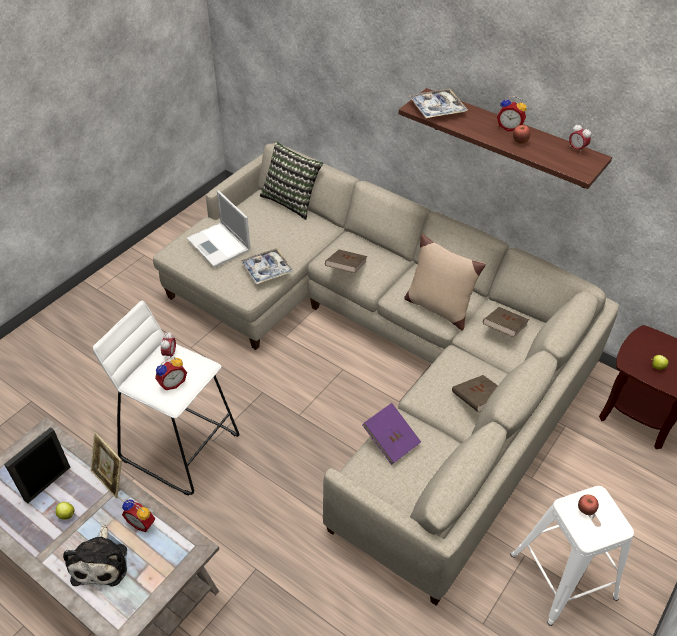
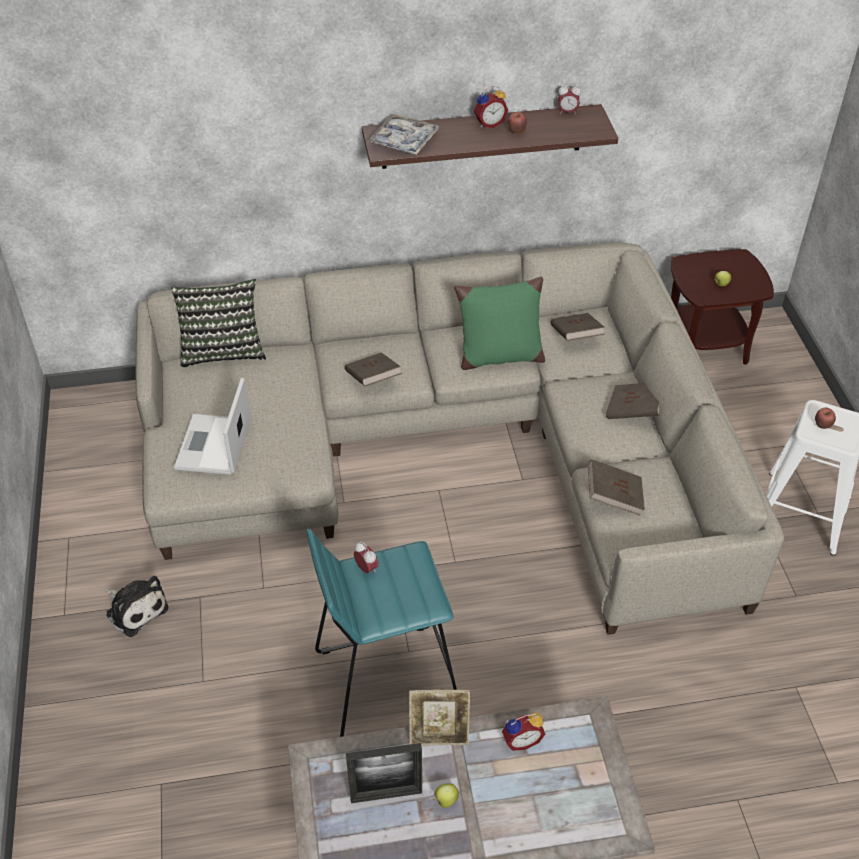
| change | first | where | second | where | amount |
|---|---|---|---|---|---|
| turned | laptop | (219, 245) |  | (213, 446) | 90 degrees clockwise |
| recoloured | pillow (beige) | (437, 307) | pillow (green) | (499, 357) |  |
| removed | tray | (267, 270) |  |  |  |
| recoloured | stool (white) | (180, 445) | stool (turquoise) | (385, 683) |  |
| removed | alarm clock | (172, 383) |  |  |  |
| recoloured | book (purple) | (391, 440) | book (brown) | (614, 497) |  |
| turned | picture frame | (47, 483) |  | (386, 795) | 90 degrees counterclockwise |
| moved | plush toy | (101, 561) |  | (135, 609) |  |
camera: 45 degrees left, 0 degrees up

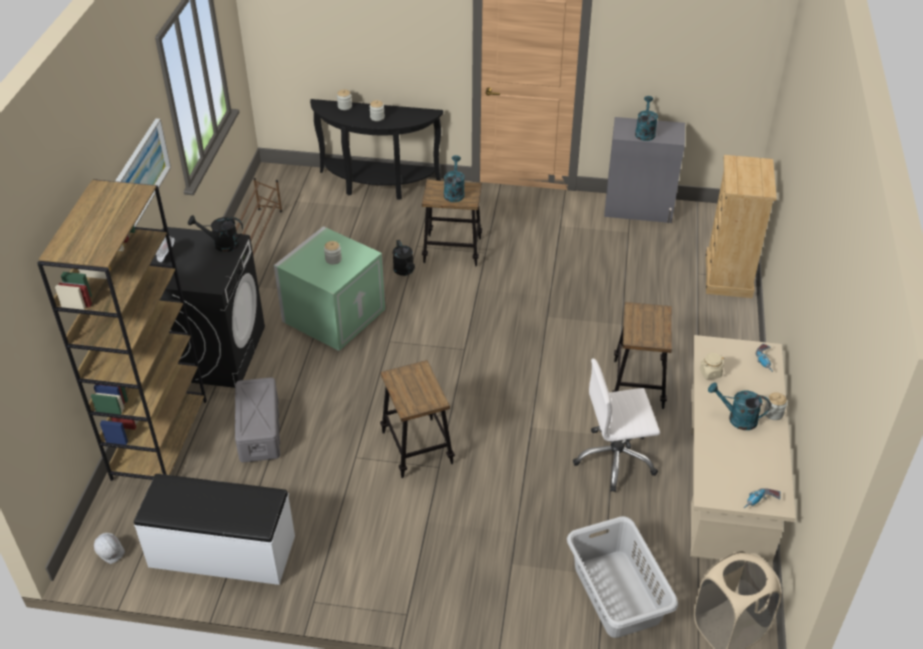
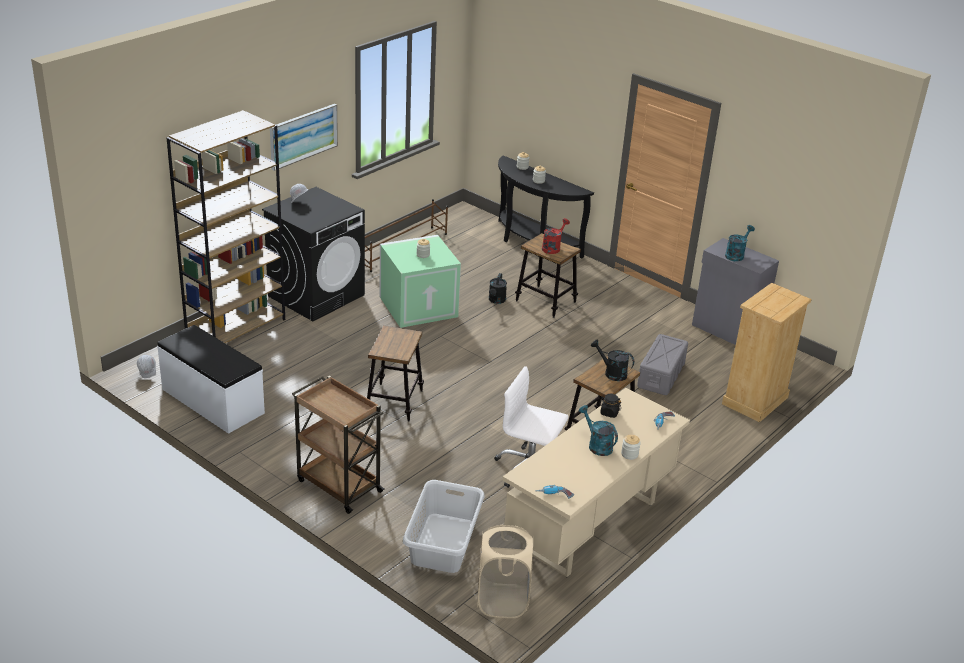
| change | first | where | second | where | amount |
|---|---|---|---|---|---|
| recoloured | watering can (turquoise) | (454, 192) | watering can (red) | (553, 247) |  |
| moved | watering can (black) | (221, 244) |  | (611, 373) |  |
| recoloured | jar (beige) | (710, 373) | jar (black) | (609, 413) |  |
| moved | storage box (grey) | (259, 431) |  | (661, 375) |  |
| added |  |  | cart (brown) | (338, 485) |  |
camera: 30 degrees right, 10 degrees down

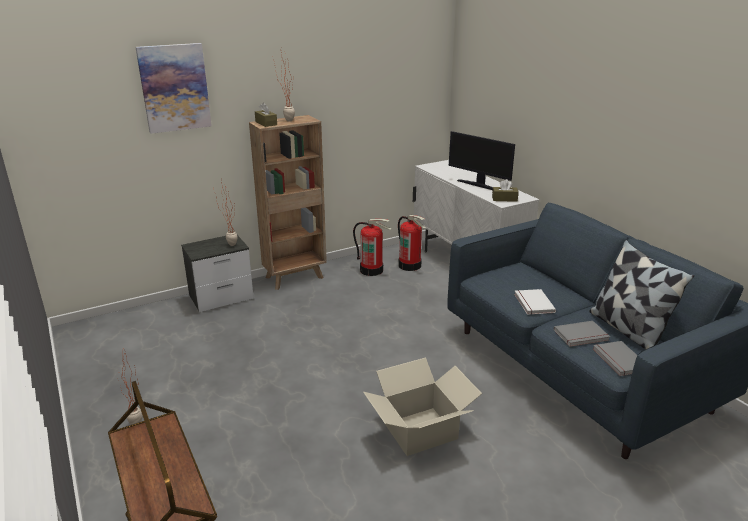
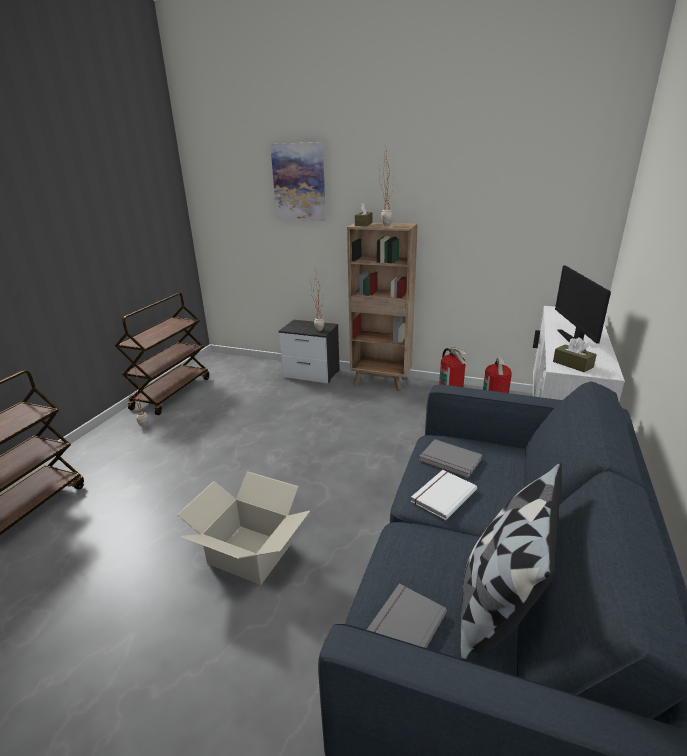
| change | first | where | second | where | amount |
|---|---|---|---|---|---|
| moved | book (grey) | (582, 336) |  | (449, 461) |  |
| added |  |  | cart (brown) | (171, 392) |  |
camera: 50 degrees right, 0 degrees up

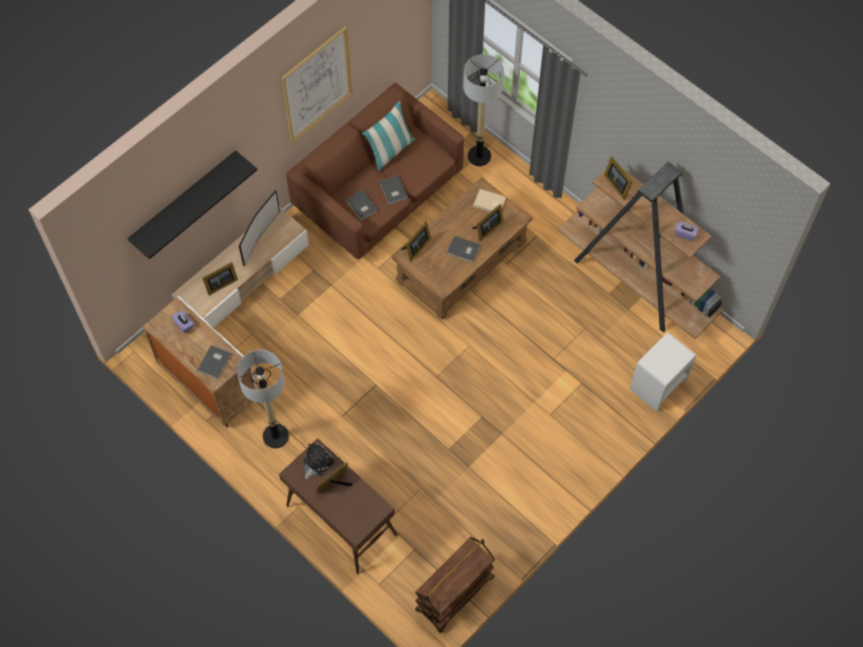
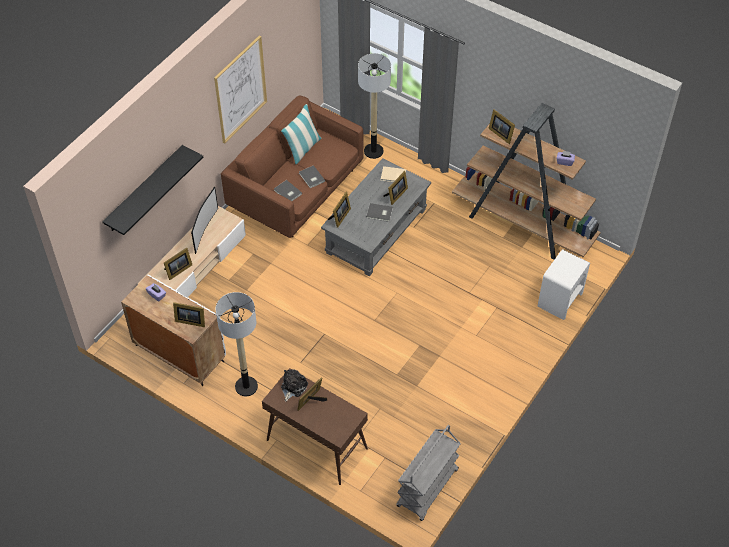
| change | first | where | second | where | amount |
|---|---|---|---|---|---|
| recoloured | coffee table (brown) | (462, 262) | coffee table (grey) | (376, 231) |  |
| replaced | book (grey) | (215, 362) | picture frame | (190, 320) |  |
| recoloured | cart (brown) | (454, 595) | cart (grey) | (427, 489) |  |
camera: 10 degrees left, 10 degrees down

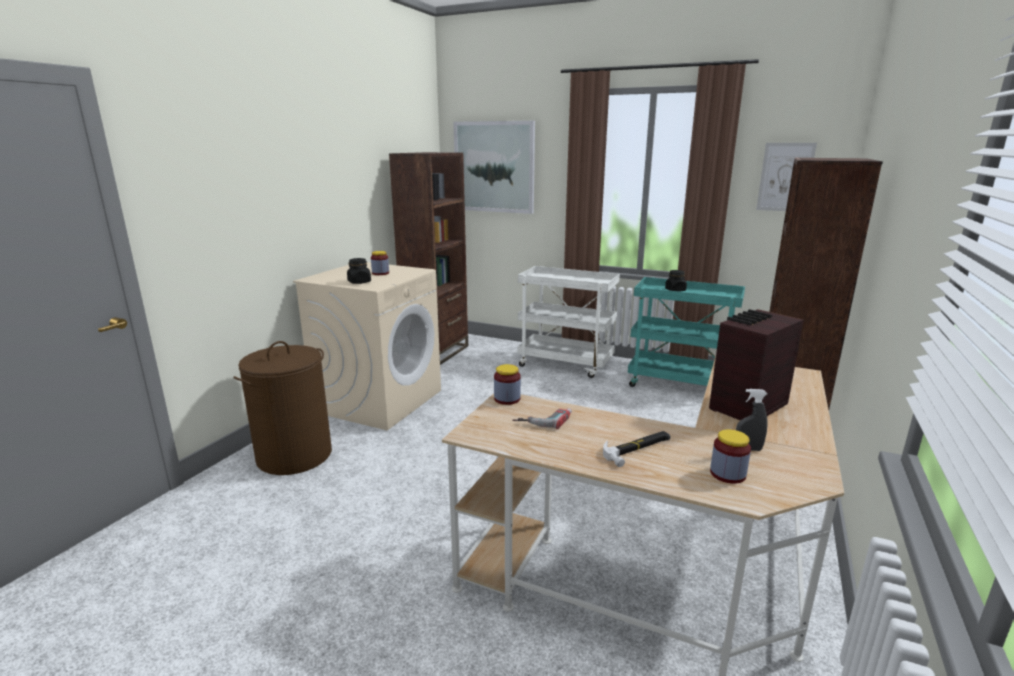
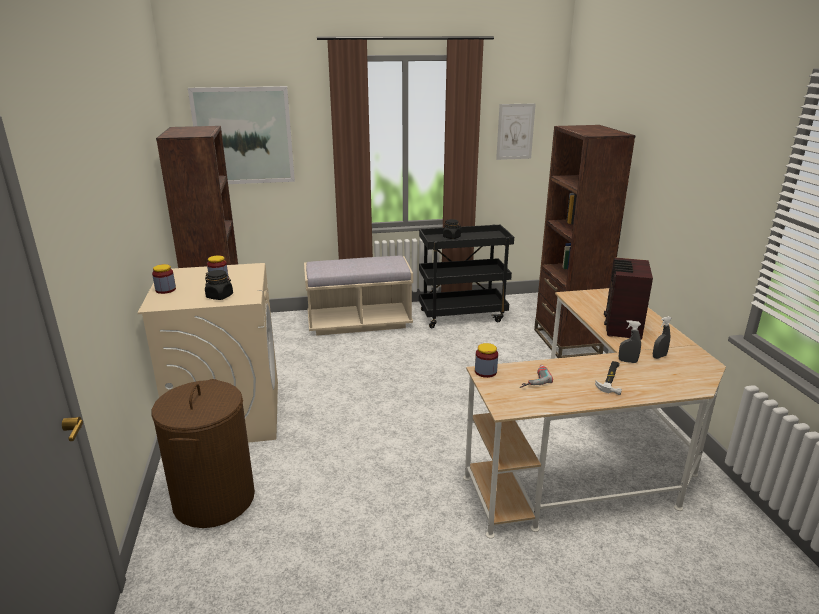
| change | first | where | second | where | amount |
|---|---|---|---|---|---|
| replaced | cart (white) | (566, 364) | bench (beige) | (359, 322) |  |
| recoloured | cart (turquoise) | (679, 384) | cart (black) | (462, 315) |  |
| moved | jar | (727, 474) |  | (165, 290) |  |
| added |  |  | spray bottle (grey) | (627, 361) |  |
camera: 35 degrees left, 5 degrees up

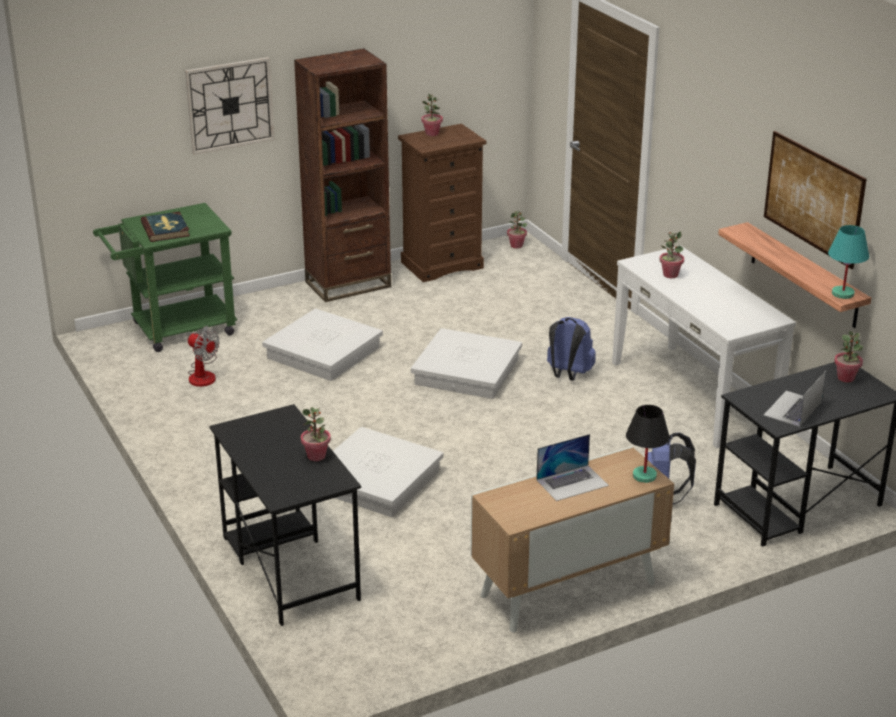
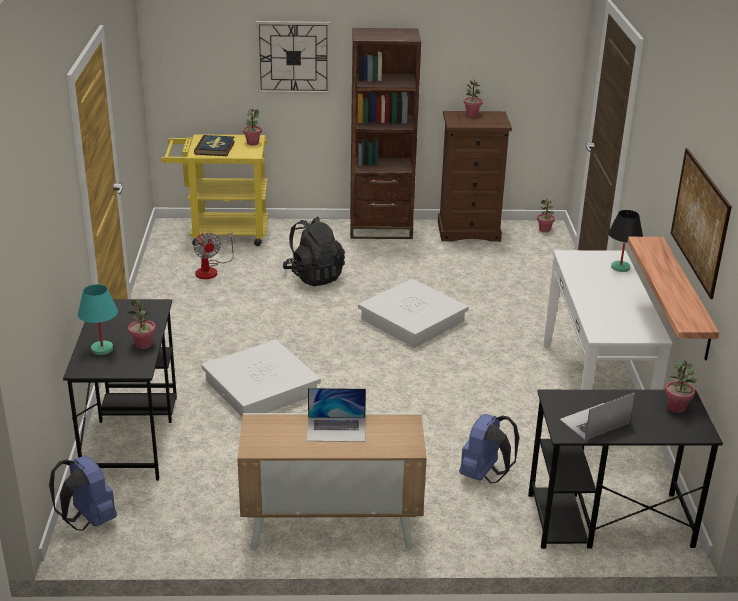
| change | first | where | second | where | amount |
|---|---|---|---|---|---|
| recoloured | cart (green) | (174, 330) | cart (yellow) | (221, 233) |  |
| moved | table lamp (turquoise) | (842, 294) |  | (101, 349) |  |
| moved | potted plant | (670, 275) |  | (252, 143) |  |
| replaced | storage box (white) | (324, 352) | backpack (black) | (314, 276) |  |
| moved | backpack (blue) | (568, 374) |  | (88, 520) |  |
| moved | table lamp (black) | (645, 476) |  | (620, 268) |  |
camera: 25 degrees right, 0 degrees up

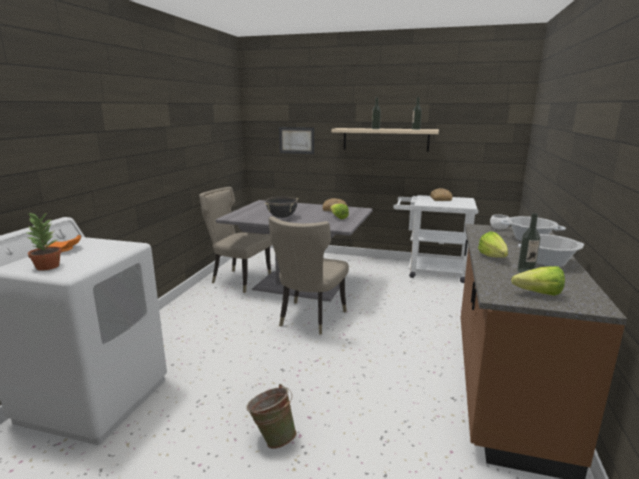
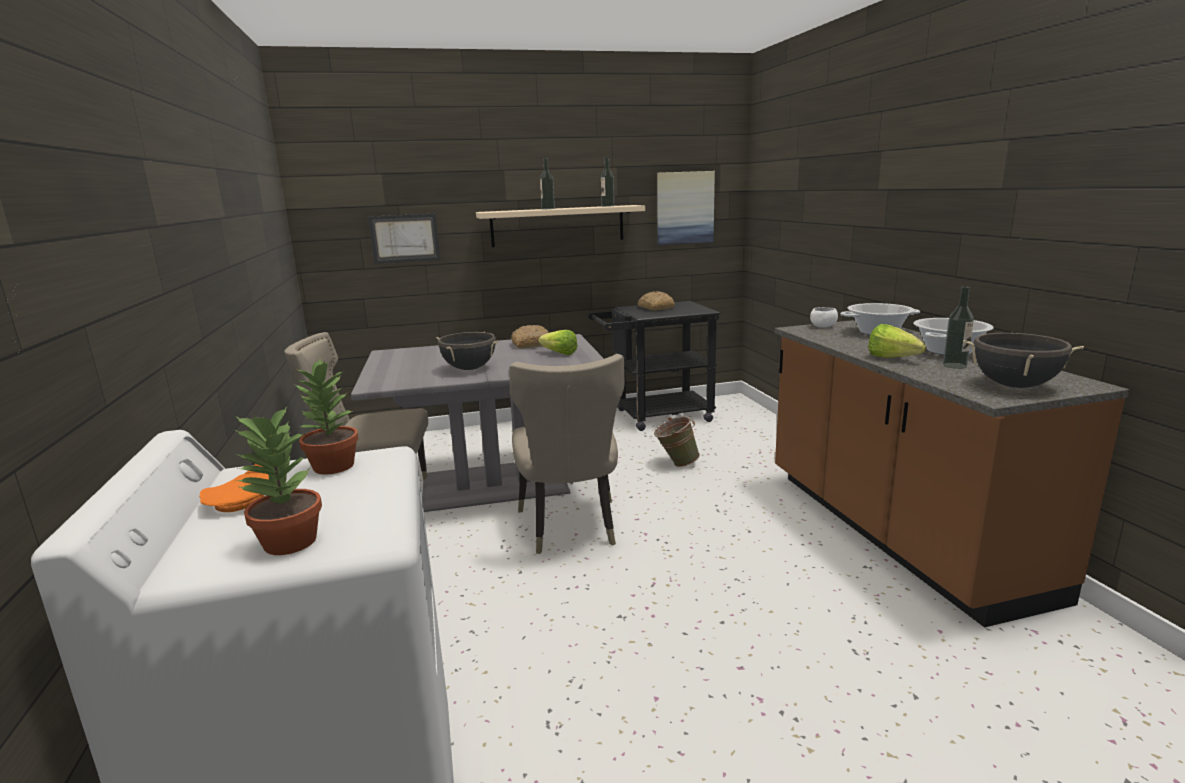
| change | first | where | second | where | amount |
|---|---|---|---|---|---|
| recoloured | cart (white) | (431, 271) | cart (black) | (655, 416) |  |
| replaced | lettuce | (534, 293) | cooking pot (black) | (1014, 386) |  |
| moved | bucket (green) | (272, 438) |  | (676, 464) |  |
| added |  |  | picture | (684, 208) |  |
| added |  |  | potted plant | (333, 467) |  |
camera: 30 degrees left, 0 degrees up

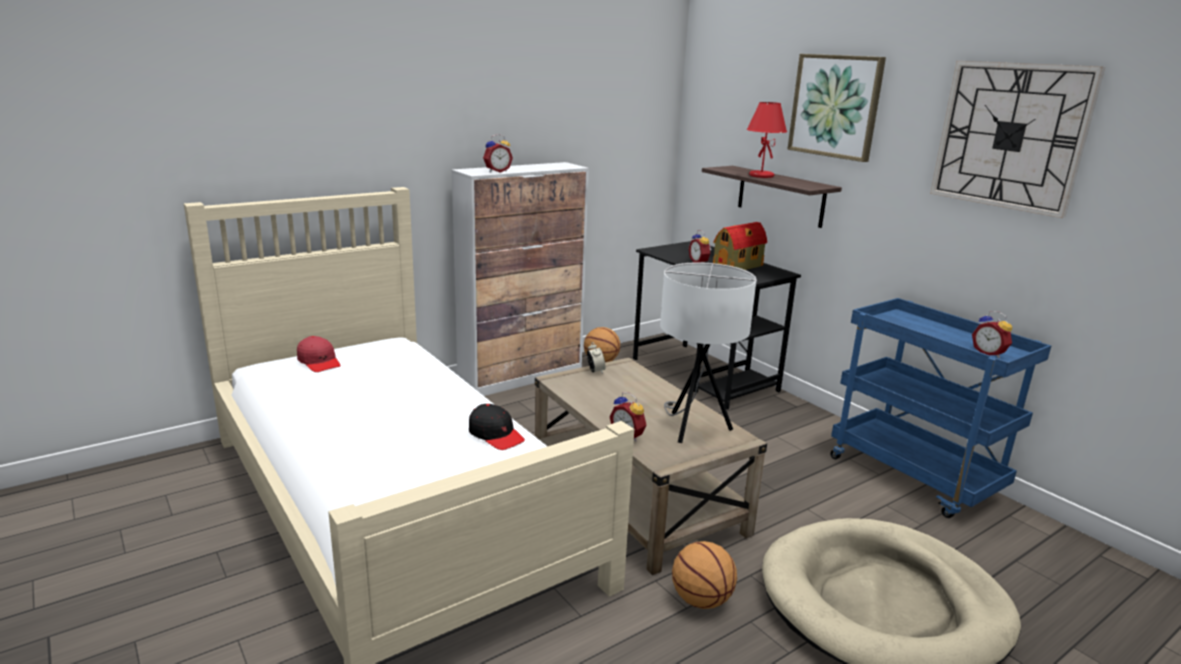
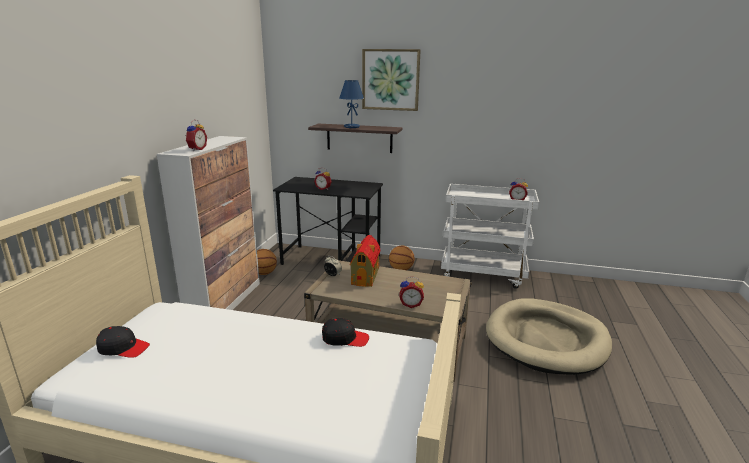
| change | first | where | second | where | amount |
|---|---|---|---|---|---|
| removed | wall clock | (1010, 136) |  |  |  |
| recoloured | table lamp (red) | (760, 176) | table lamp (blue) | (351, 127) |  |
| moved | toy house | (738, 266) |  | (365, 275) |  |
| removed | table lamp (white) | (692, 427) |  |  |  |
| recoloured | cart (blue) | (915, 477) | cart (white) | (483, 275) |  |
| recoloured | cap (red) | (319, 362) | cap (black) | (123, 348) |  |
| moved | basketball | (702, 600) |  | (401, 269) |  |
camera: 40 degrees left, 0 degrees up

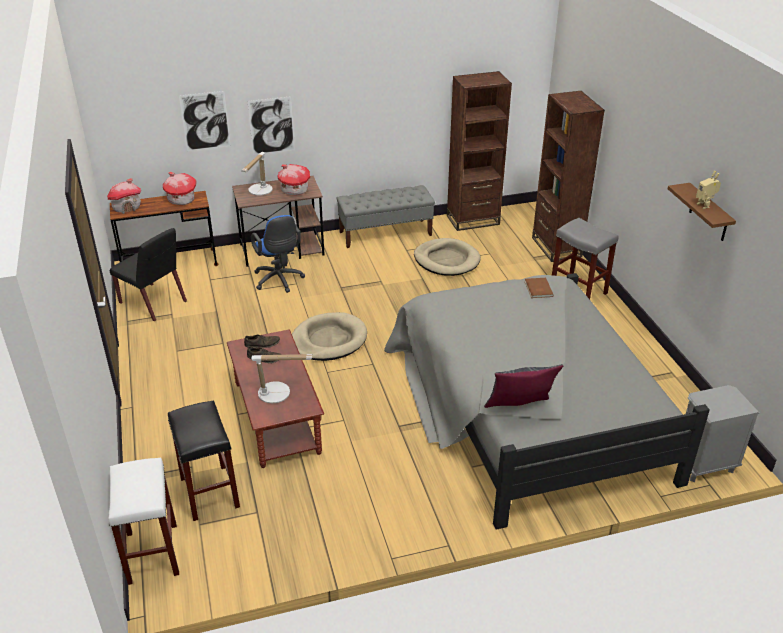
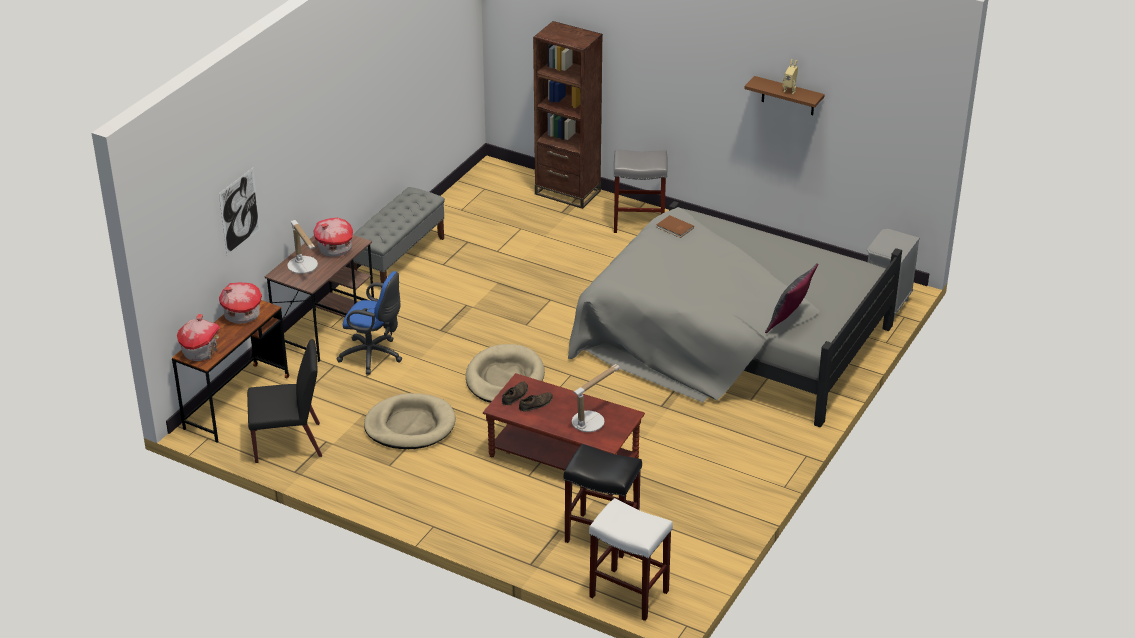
| change | first | where | second | where | amount |
|---|---|---|---|---|---|
| removed | bookcase (brown) | (473, 220) |  |  |  |
| removed | picture | (271, 126) |  |  |  |
| moved | dog bed (beige) | (446, 260) |  | (410, 425) |  |
camera: 45 degrees left, 0 degrees up

